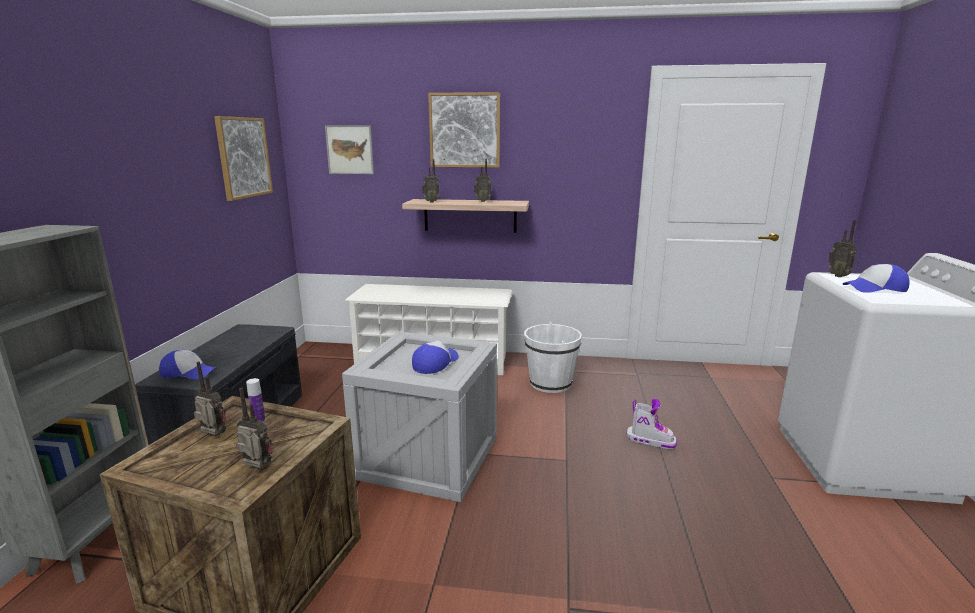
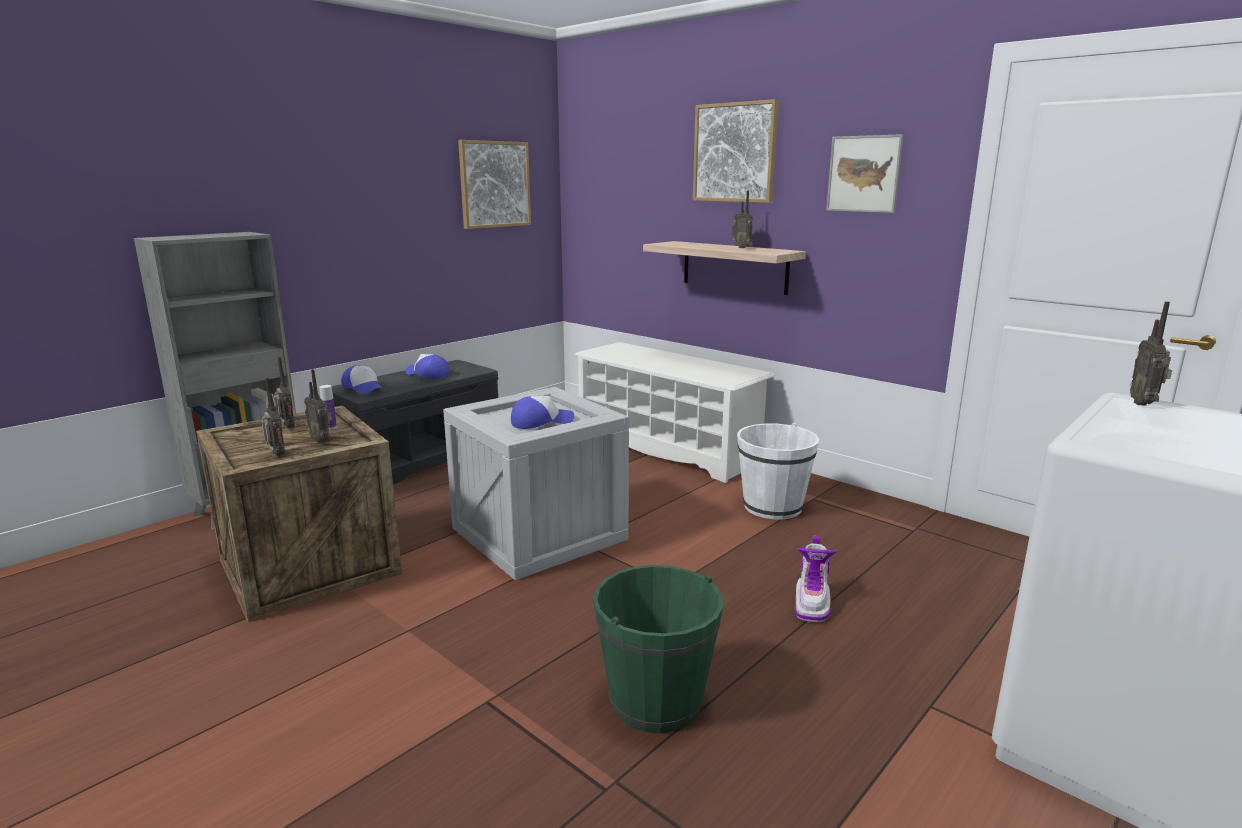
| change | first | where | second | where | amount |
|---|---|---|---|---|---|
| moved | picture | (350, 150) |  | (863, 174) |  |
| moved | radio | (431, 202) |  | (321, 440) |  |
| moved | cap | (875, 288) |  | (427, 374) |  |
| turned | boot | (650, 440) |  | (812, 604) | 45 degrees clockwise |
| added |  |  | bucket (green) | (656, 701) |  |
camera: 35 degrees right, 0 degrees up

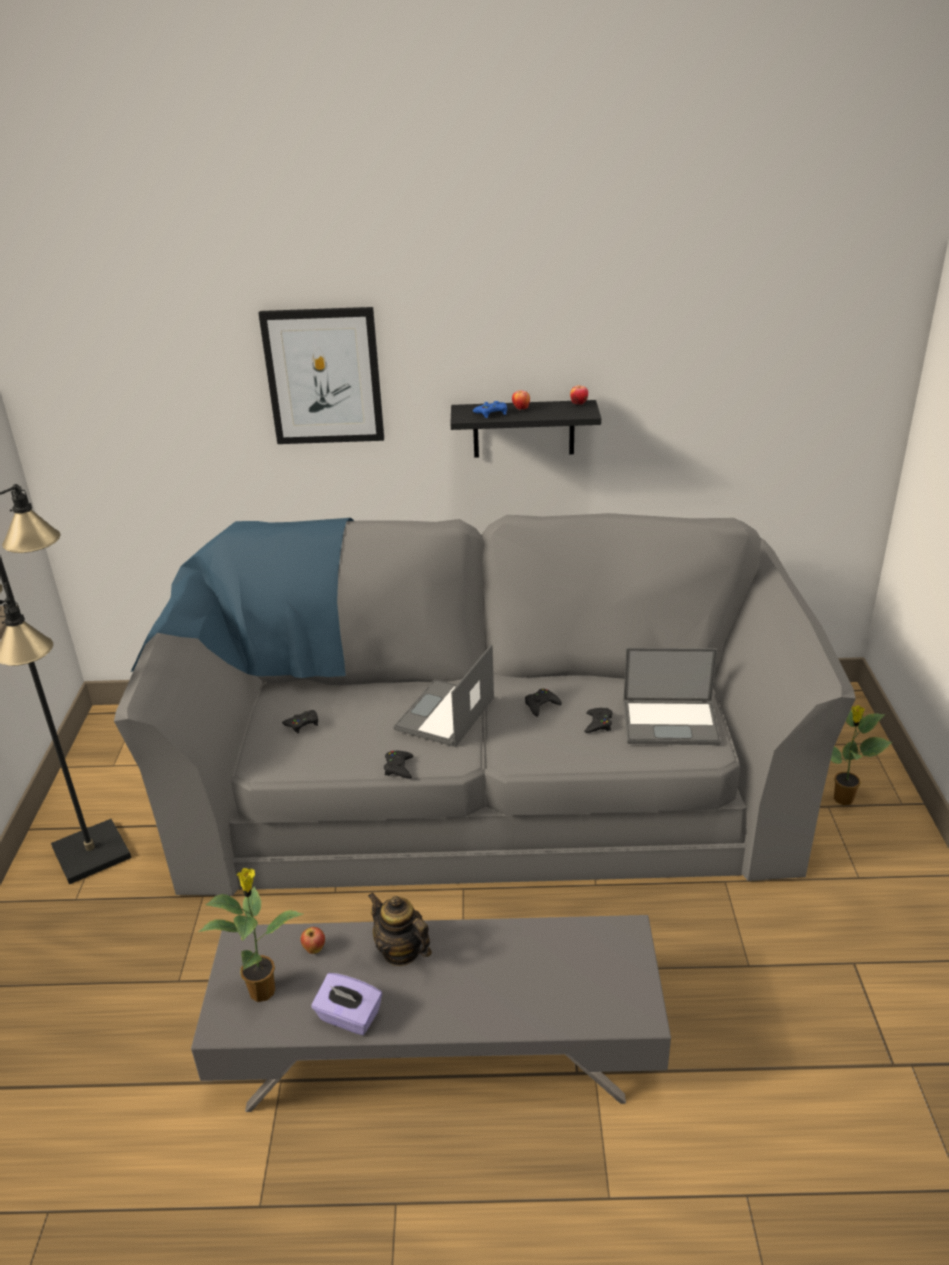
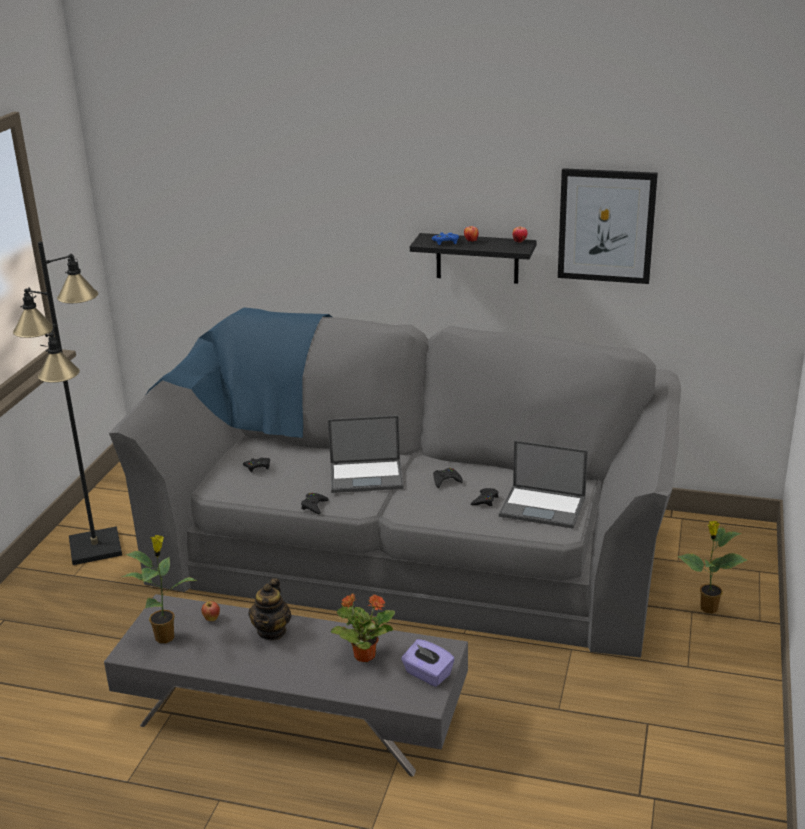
| change | first | where | second | where | amount |
|---|---|---|---|---|---|
| moved | picture | (324, 376) |  | (606, 225) |  |
| turned | laptop | (445, 714) |  | (367, 476) | 135 degrees counterclockwise |
| turned | teapot | (401, 951) |  | (272, 631) | 135 degrees counterclockwise |
| moved | tissue box (purple) | (349, 1017) |  | (427, 674) |  |
| added |  |  | potted plant | (364, 655) |  |
camera: 15 degrees right, 5 degrees down

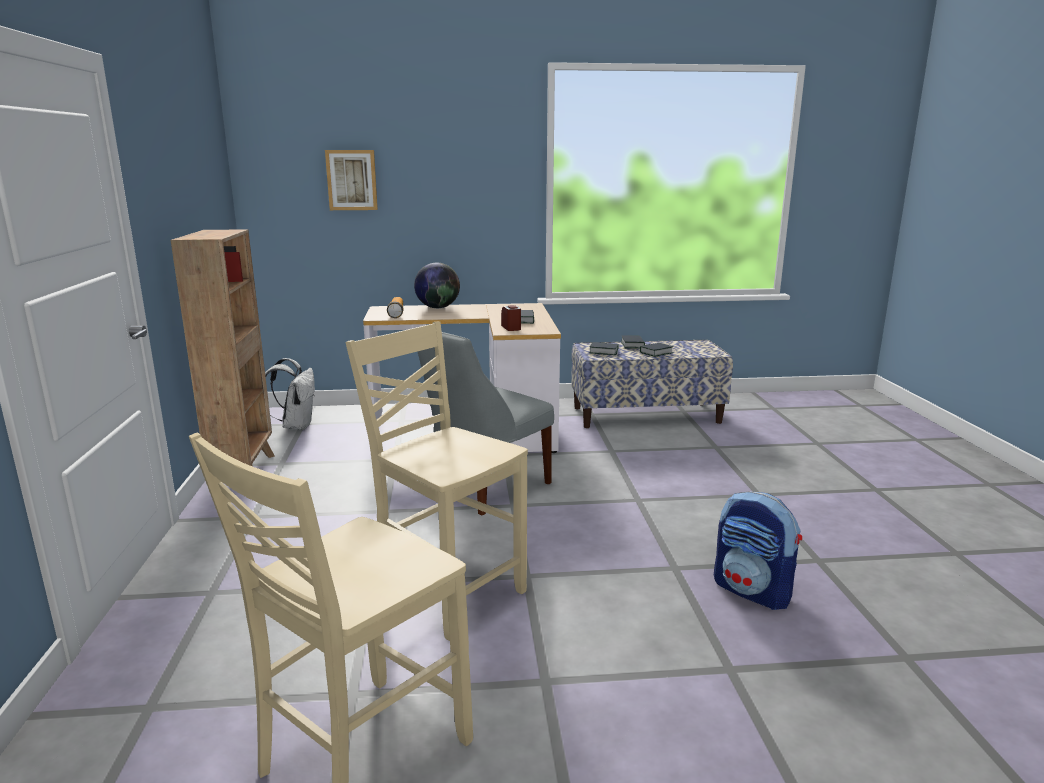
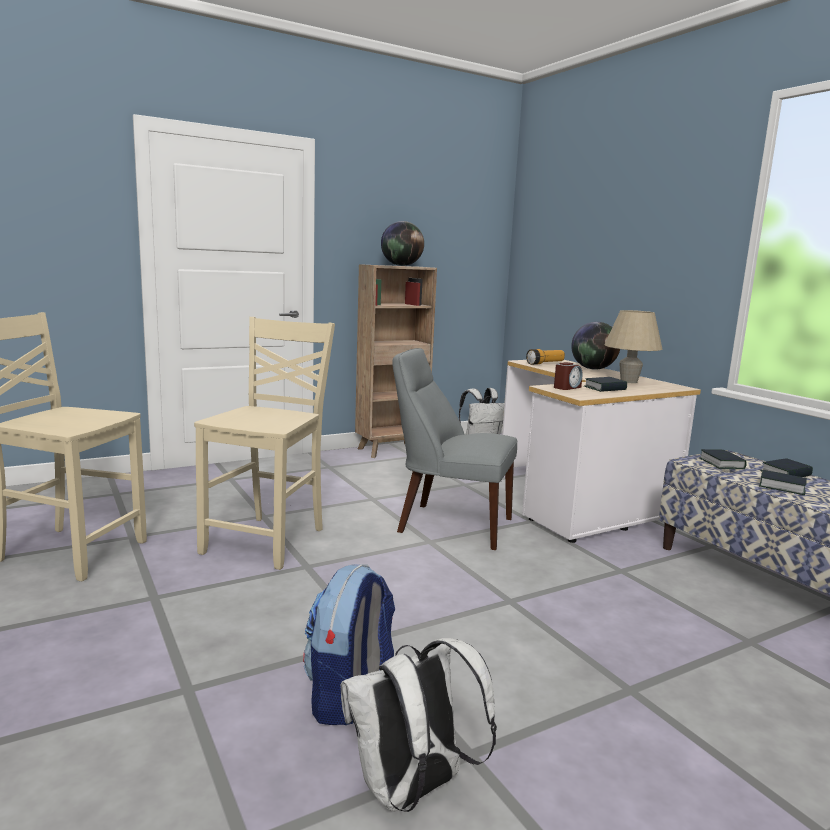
| change | first | where | second | where | amount |
|---|---|---|---|---|---|
| removed | picture | (352, 180) |  |  |  |
| added |  |  | globe | (401, 265) |  |
| added |  |  | table lamp (beige) | (629, 381) |  |
| added |  |  | backpack (white) | (411, 791) |  |
camera: 65 degrees right, 5 degrees down

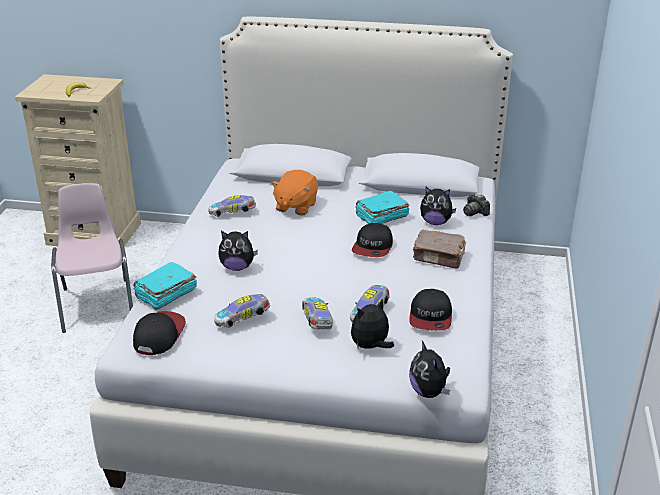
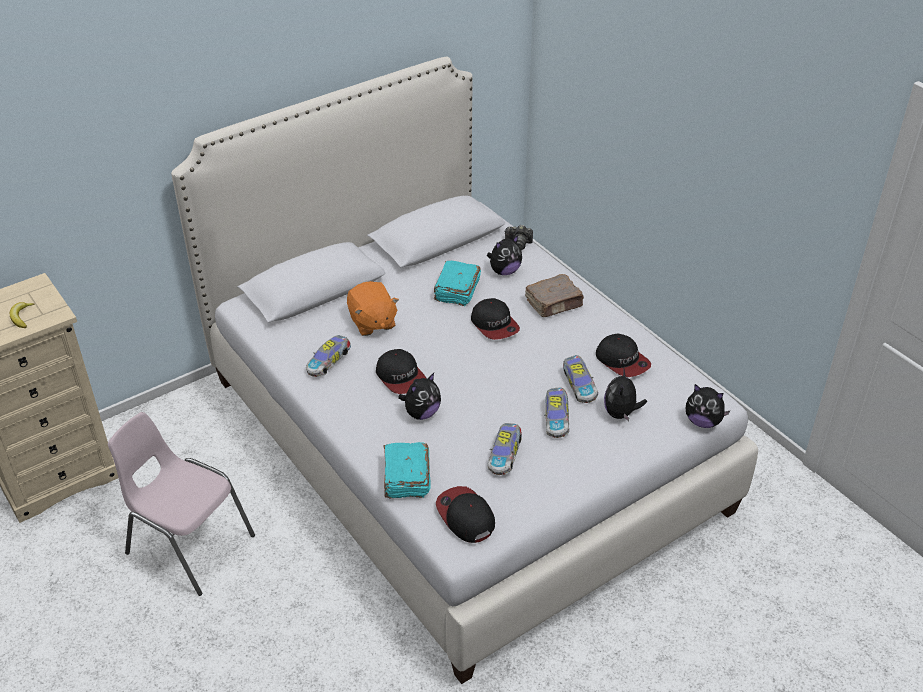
| change | first | where | second | where | amount |
|---|---|---|---|---|---|
| turned | toy car | (317, 321) |  | (556, 418) | 120 degrees counterclockwise |
| added |  |  | cap | (401, 377) |  |
camera: 45 degrees left, 10 degrees up

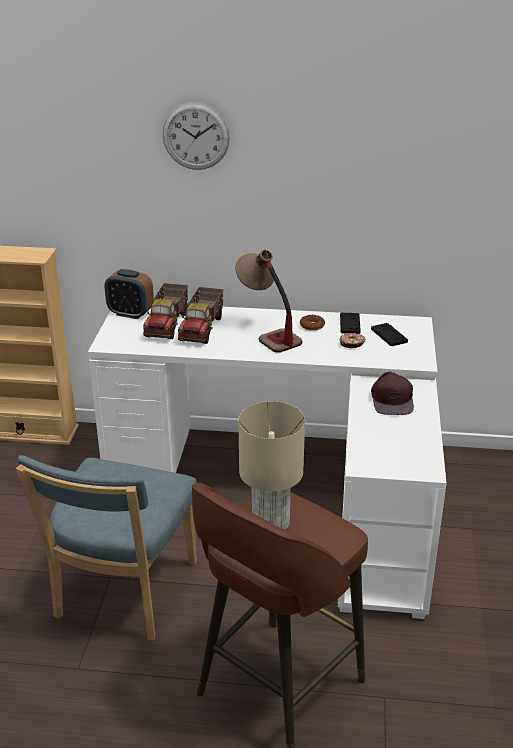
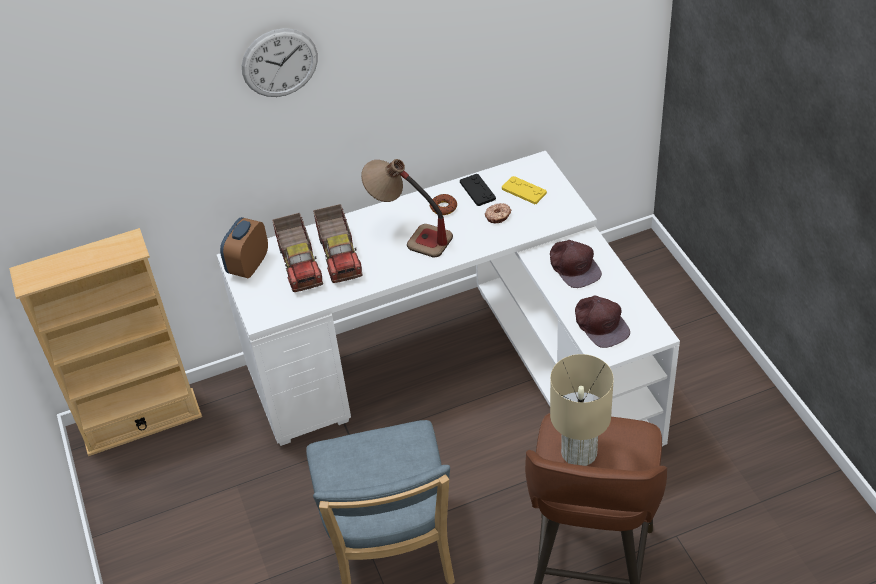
| change | first | where | second | where | amount |
|---|---|---|---|---|---|
| turned | alarm clock | (130, 313) |  | (248, 265) | 120 degrees clockwise |
| recoloured | game controller (black) | (389, 335) | game controller (yellow) | (524, 191) |  |
| added |  |  | cap (brown) | (601, 323) |  |
camera: 25 degrees left, 15 degrees up

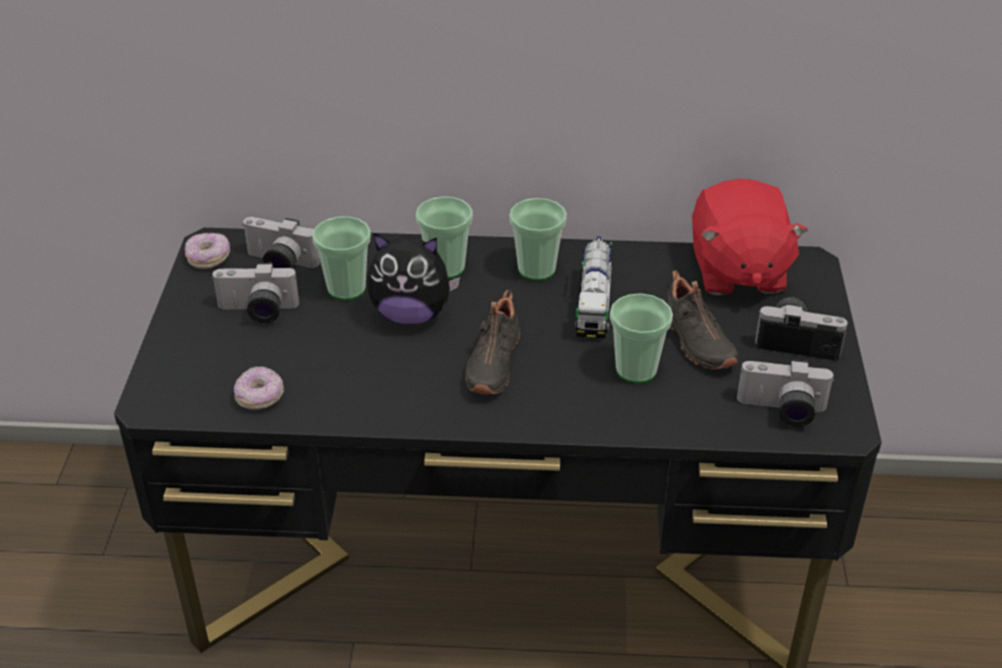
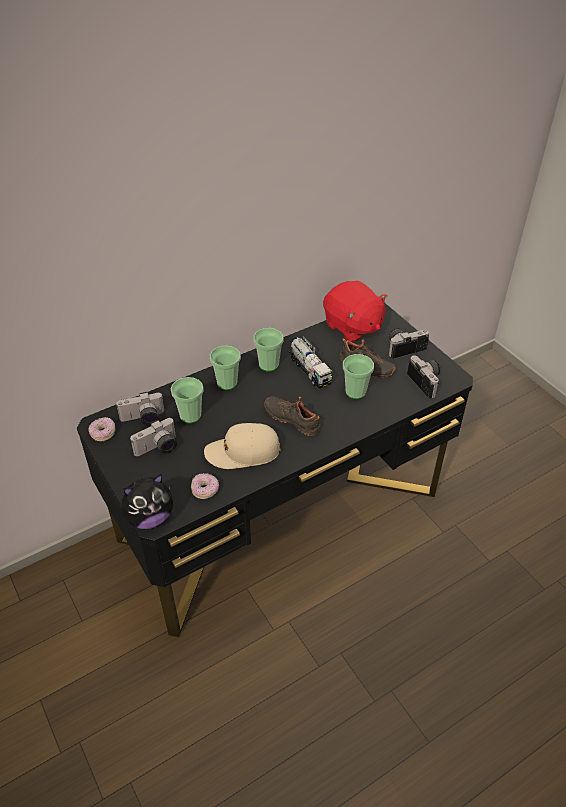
| change | first | where | second | where | amount |
|---|---|---|---|---|---|
| moved | plush toy | (411, 314) |  | (149, 517) |  |
| turned | shoe (black) | (491, 363) |  | (293, 419) | 150 degrees clockwise |
| turned | photo camera | (781, 411) |  | (427, 382) | 90 degrees counterclockwise |
| added |  |  | cap (beige) | (243, 452) |  |
camera: 35 degrees left, 5 degrees up

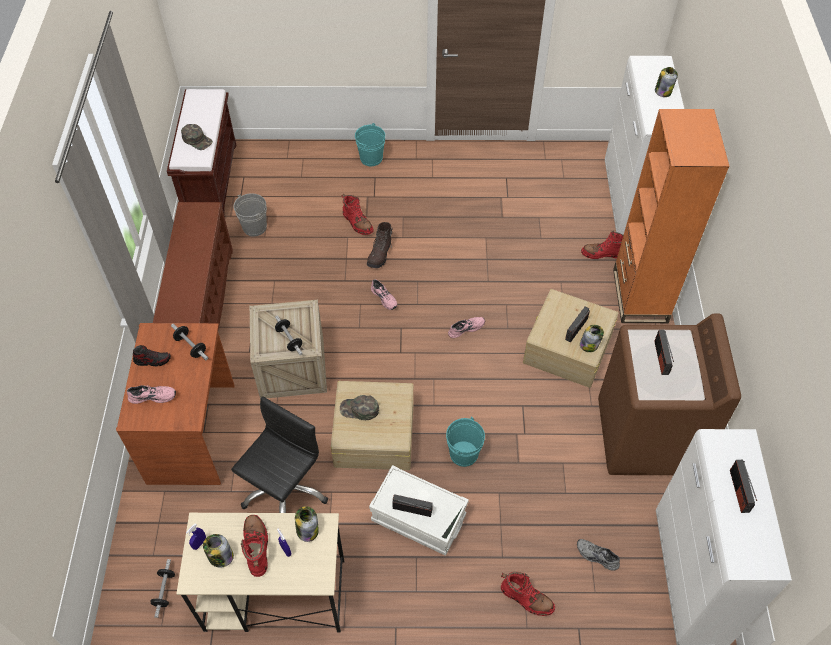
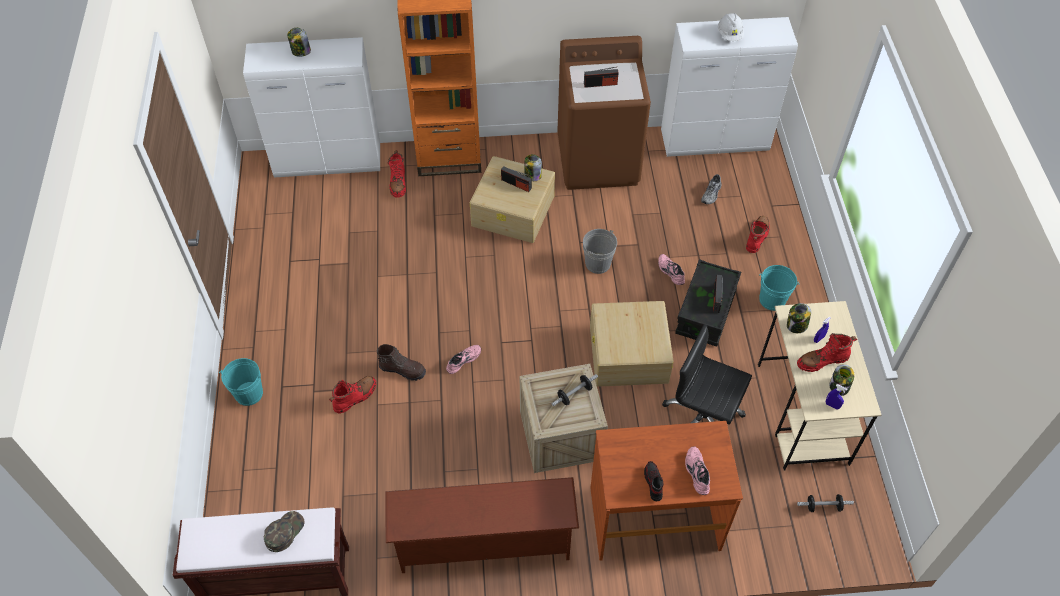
| change | first | where | second | where | amount |
|---|---|---|---|---|---|
| moved | bucket (grey) | (254, 227) |  | (597, 263) |  |
| moved | shoe (pink) | (465, 328) |  | (670, 272) |  |
| removed | dumbbell | (191, 346) |  |  |  |
| removed | cap (green) | (359, 409) |  |  |  |
| moved | bucket (turquoise) | (463, 453) |  | (772, 300) |  |
| replaced | radio | (739, 491) | hard hat (white) | (729, 34) |  |
| recoloured | storage box (white) | (418, 518) | storage box (black) | (705, 312) |  |
camera: 95 degrees left, 0 degrees up

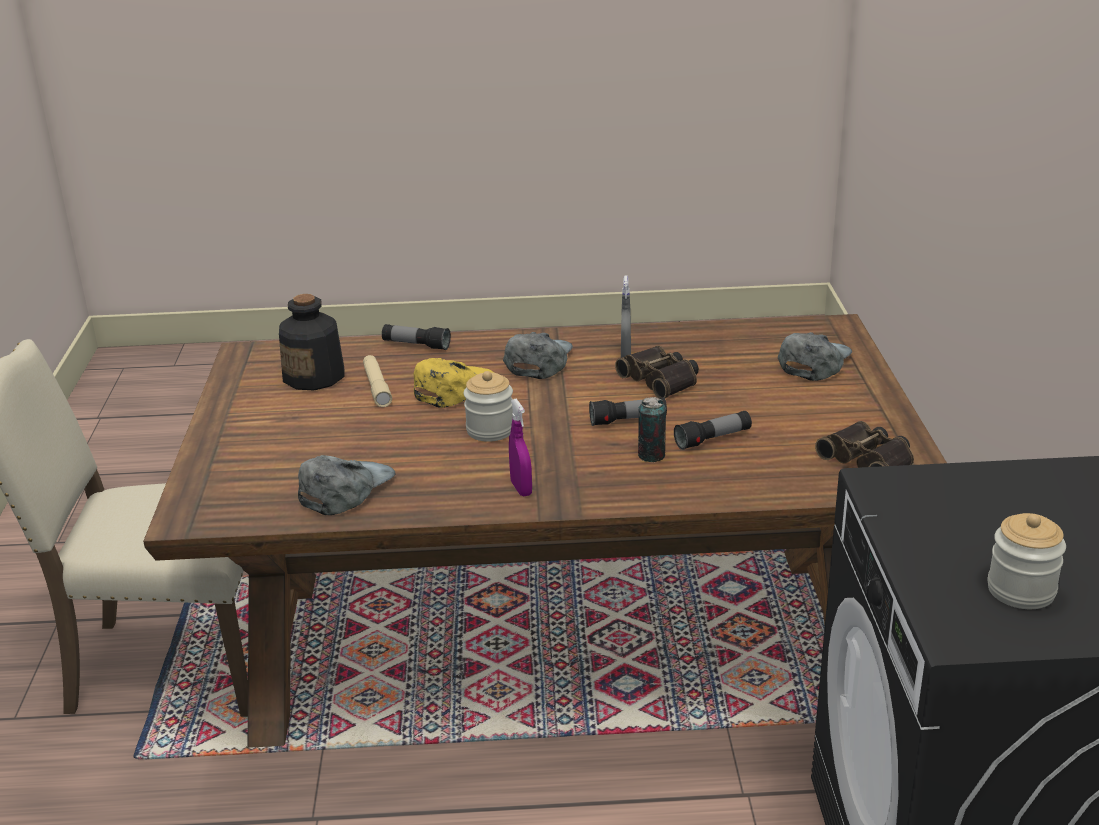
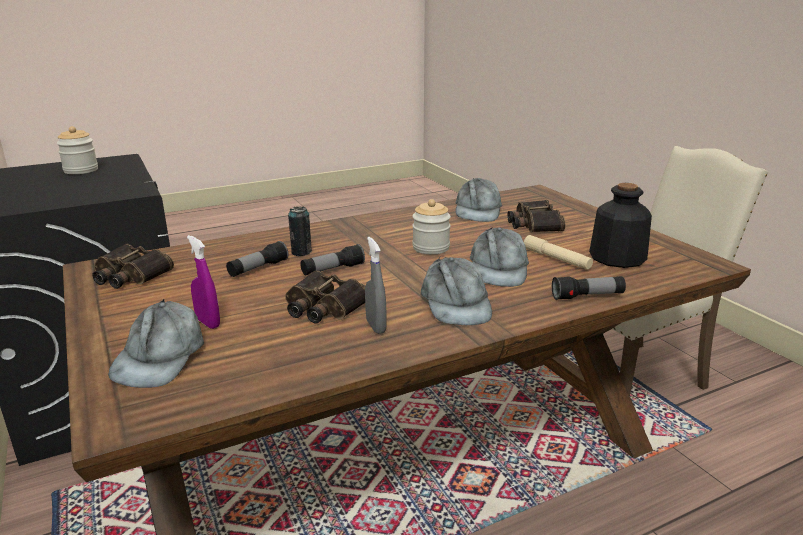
| change | first | where | second | where | amount |
|---|---|---|---|---|---|
| recoloured | cap (yellow) | (452, 387) | cap (grey) | (498, 269) |  |
| moved | spray bottle (purple) | (521, 488) |  | (208, 323) |  |
| added |  |  | binoculars | (533, 224) |  |
camera: 155 degrees right, 5 degrees down

